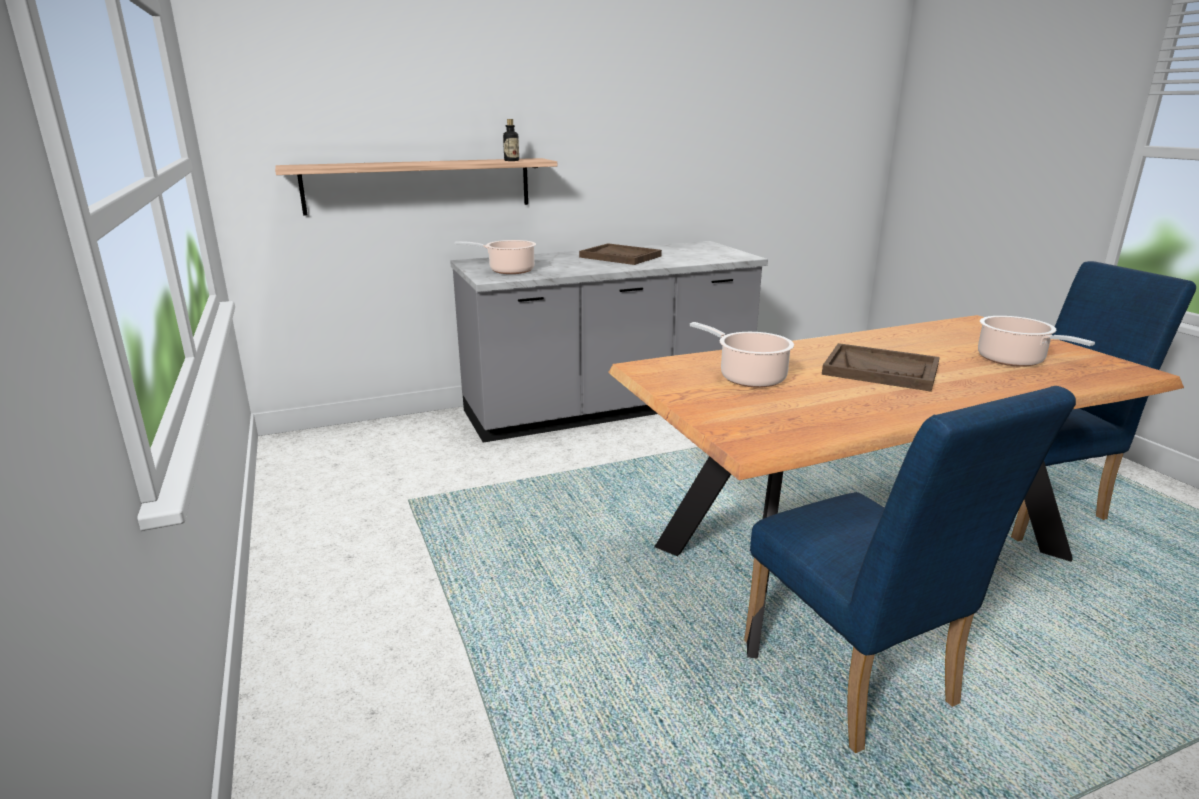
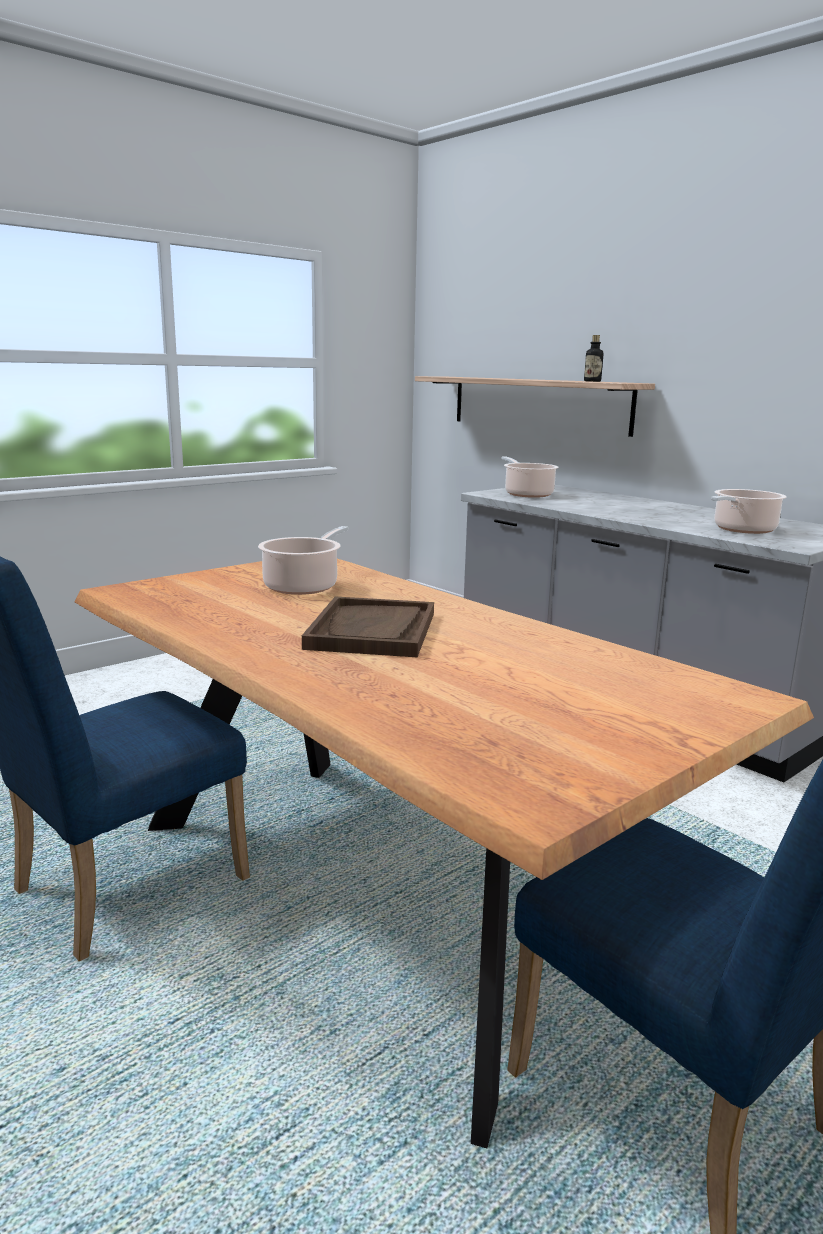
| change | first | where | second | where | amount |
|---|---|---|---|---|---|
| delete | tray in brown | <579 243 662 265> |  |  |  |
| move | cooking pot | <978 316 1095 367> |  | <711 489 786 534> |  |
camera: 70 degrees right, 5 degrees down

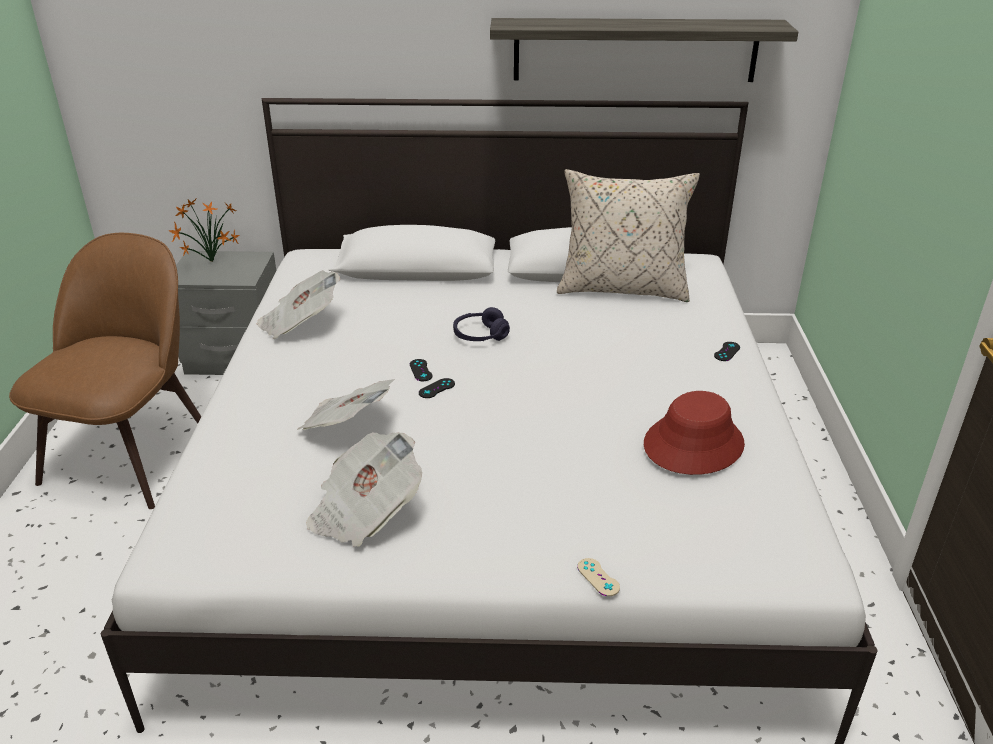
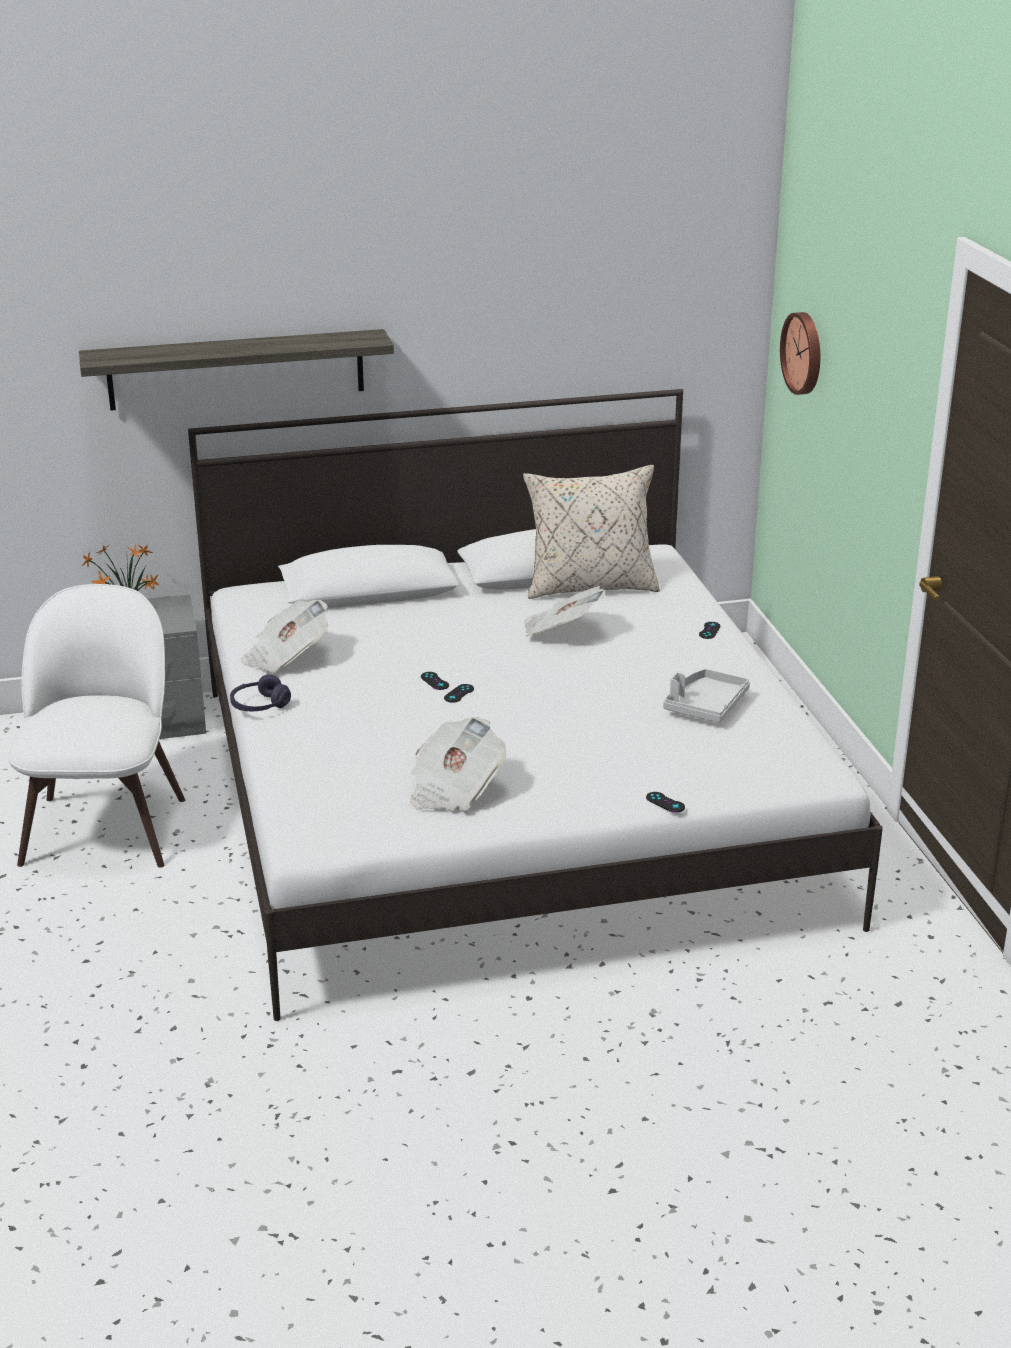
| change | first | where | second | where | amount |
|---|---|---|---|---|---|
| recolor | chair in brown | <9 233 201 509> | chair in white | <7 584 185 868> |  |
| move | newspaper | <297 379 395 430> |  | <524 586 605 637> |  |
| move | headphones in purple | <453 307 510 341> |  | <230 674 291 711> |  |
| move | shelf | <490 18 798 82> |  | <79 329 394 411> |  |
| recolor | game controller in beige | <577 558 620 596> | game controller in black | <646 792 685 813> |  |
| replace | hat in red | <644 391 745 475> | tray in grey | <663 669 750 723> |  |
| insert |  |  | wall clock | <780 312 820 395> |  |
camera: 15 degrees left, 5 degrees down

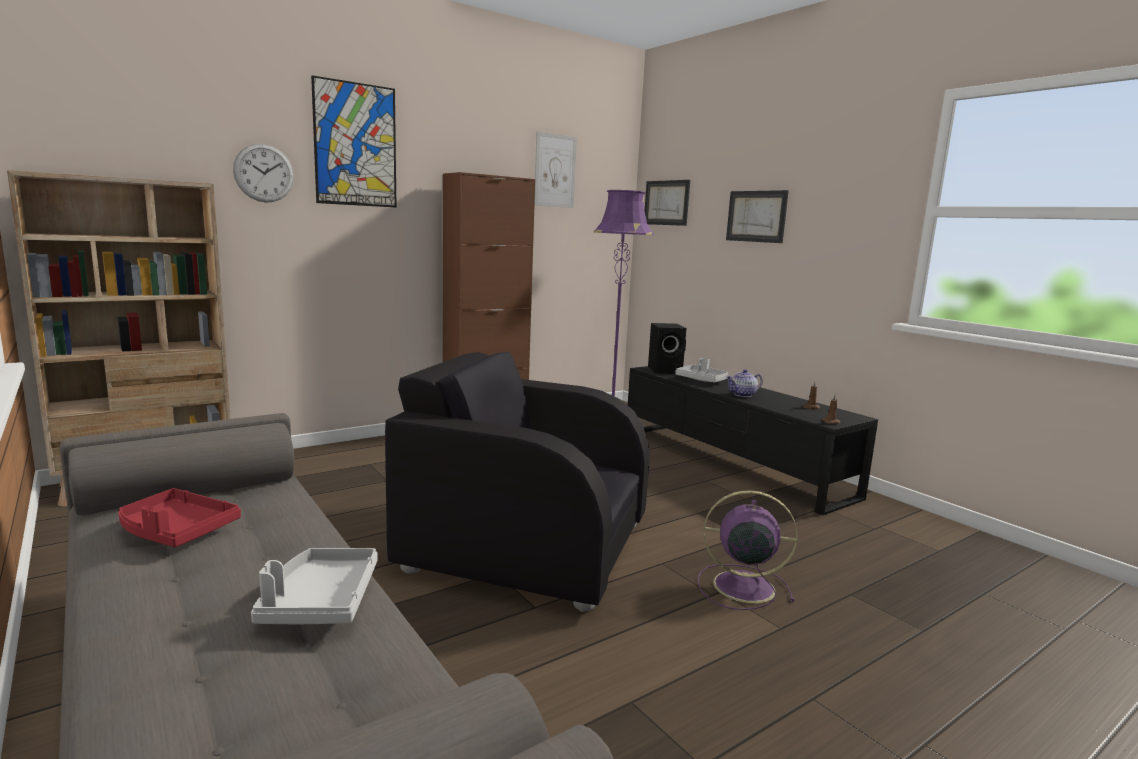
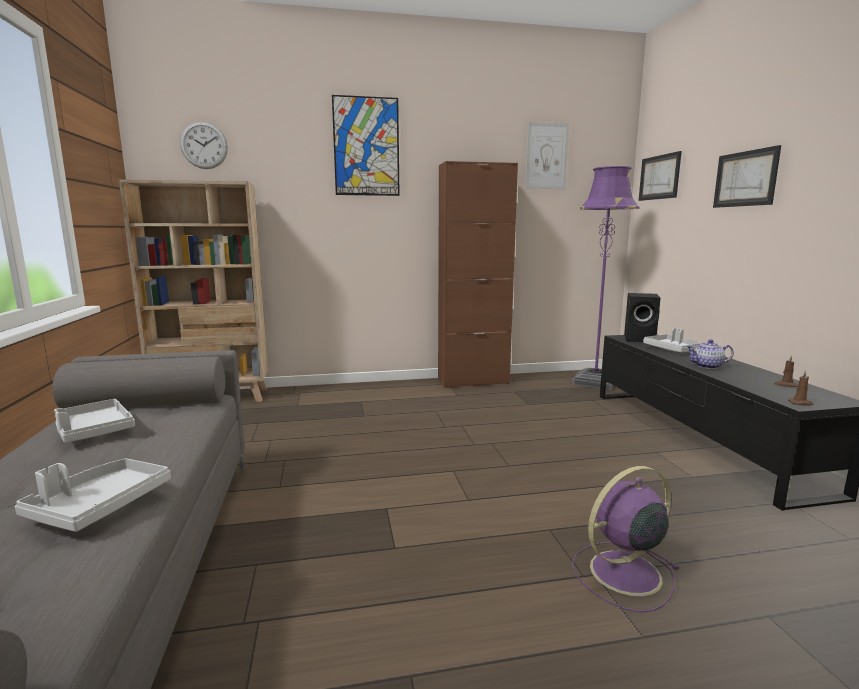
| change | first | where | second | where | amount |
|---|---|---|---|---|---|
| recolor | tray in red | <118 488 241 547> | tray in grey | <54 399 135 443> |  |
| move | wall clock | <233 144 294 203> |  | <180 122 228 169> |  |
| delete | armchair in black | <385 352 650 612> |  |  |  |
| rotate | fan in purple | <698 490 798 610> |  | <572 466 680 612> | 60 degrees counterclockwise |
camera: 25 degrees right, 0 degrees up

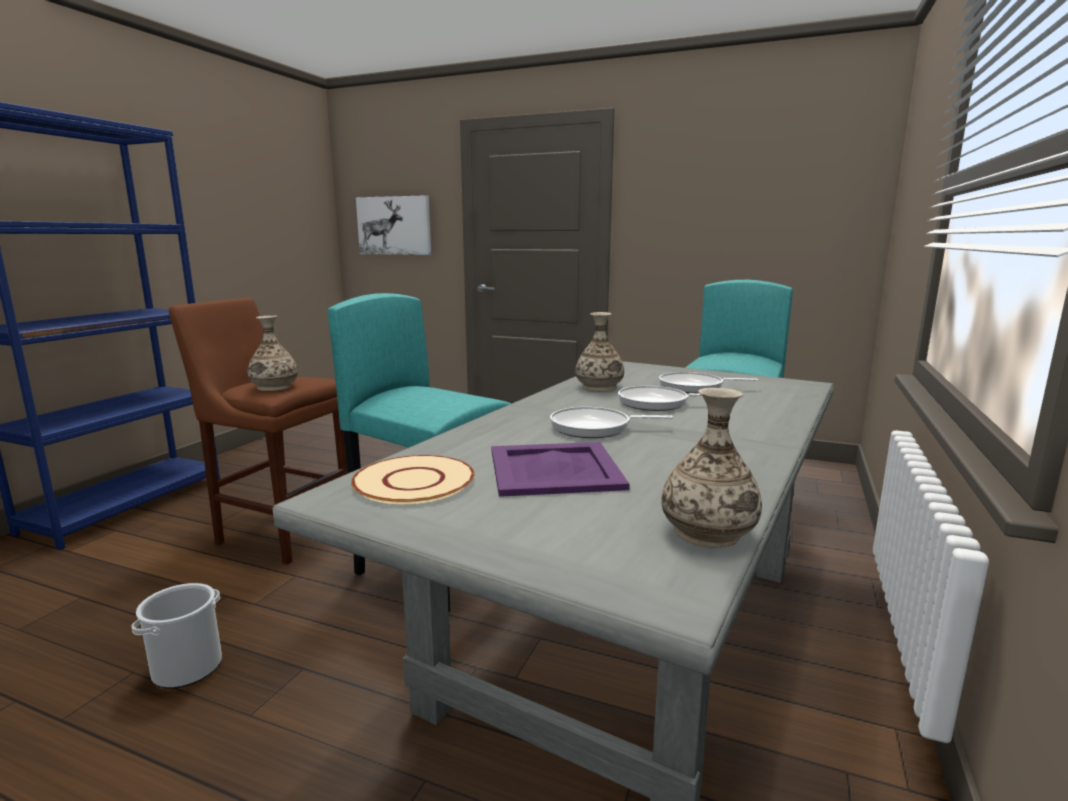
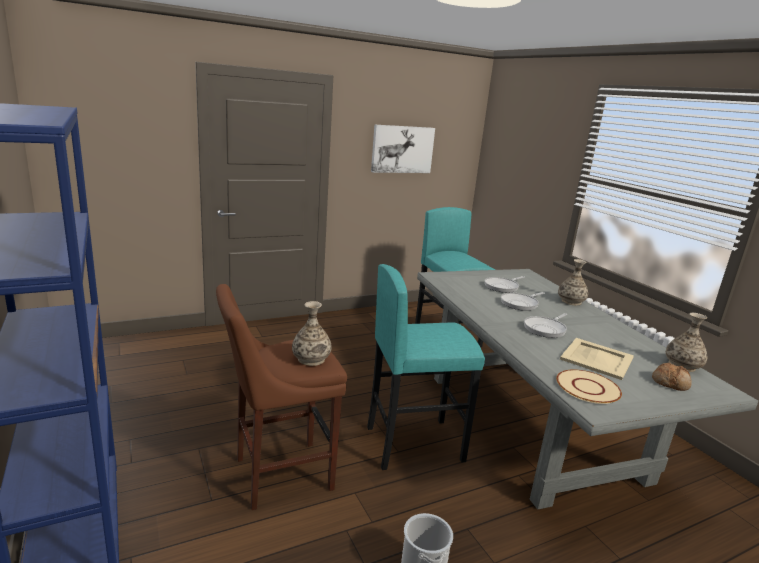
| change | first | where | second | where | amount |
|---|---|---|---|---|---|
| move | picture | <356 195 431 255> |  | <371 125 435 173> |  |
| recolor | tray in purple | <492 442 630 497> | tray in beige | <560 338 634 380> |  |
| move | vase | <575 312 624 391> |  | <558 259 588 305> |  |
| insert |  |  | bread | <652 363 692 391> |  |
camera: 50 degrees left, 5 degrees up

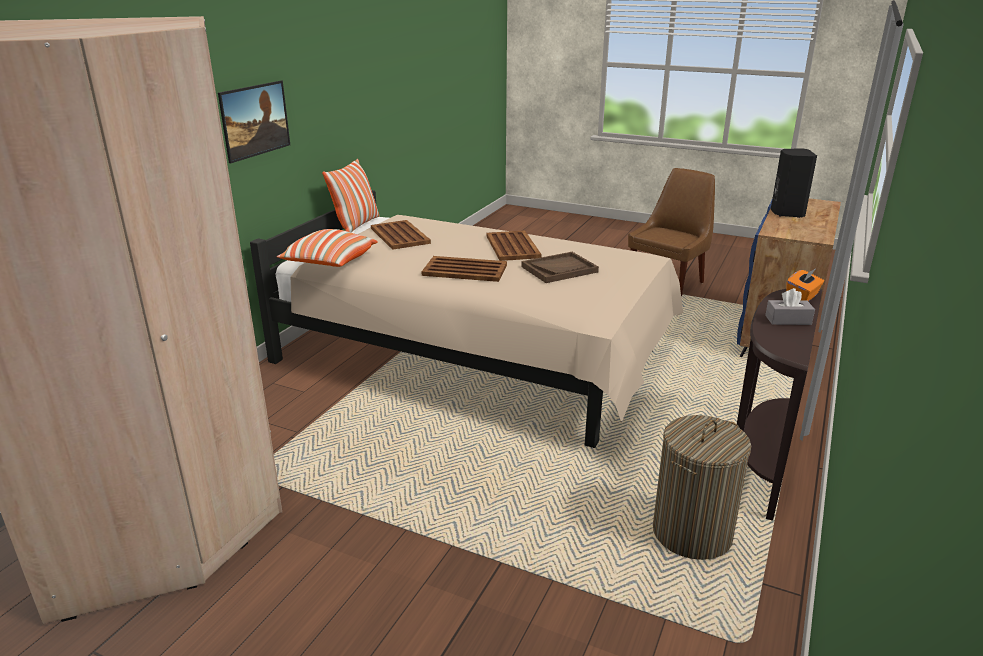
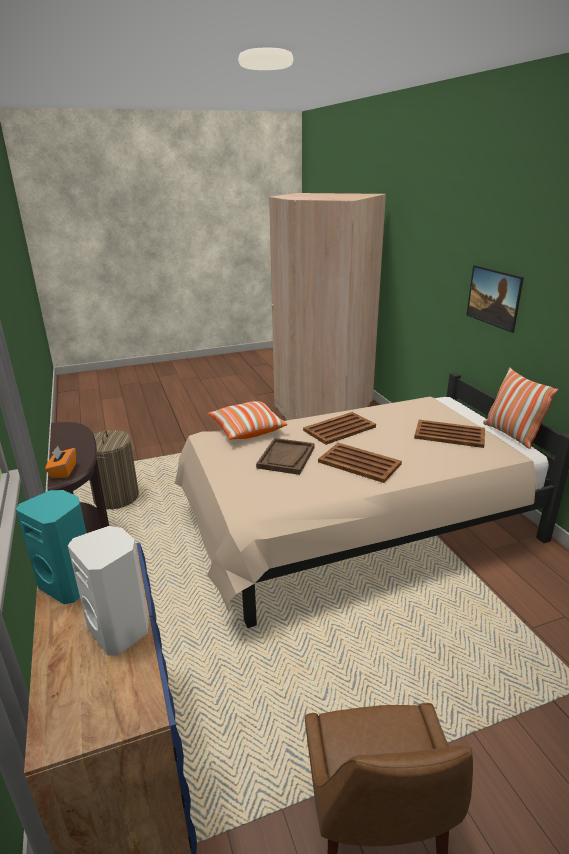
| change | first | where | second | where | amount |
|---|---|---|---|---|---|
| move | pillow | <277 229 378 267> |  | <208 401 288 440> |  |
| delete | tissue box in grey | <765 288 815 325> |  |  |  |
| recolor | speaker in black | <771 148 817 218> | speaker in white | <68 526 149 656> |  |
| insert |  |  | speaker in turquoise | <16 490 86 604> |  |
camera: 135 degrees right, 0 degrees up

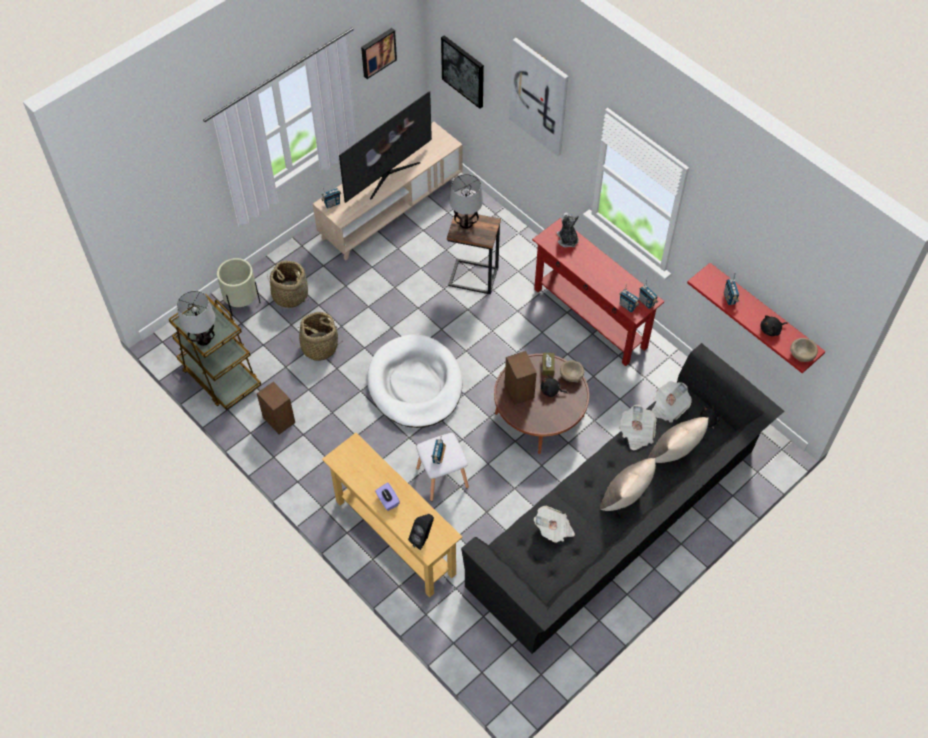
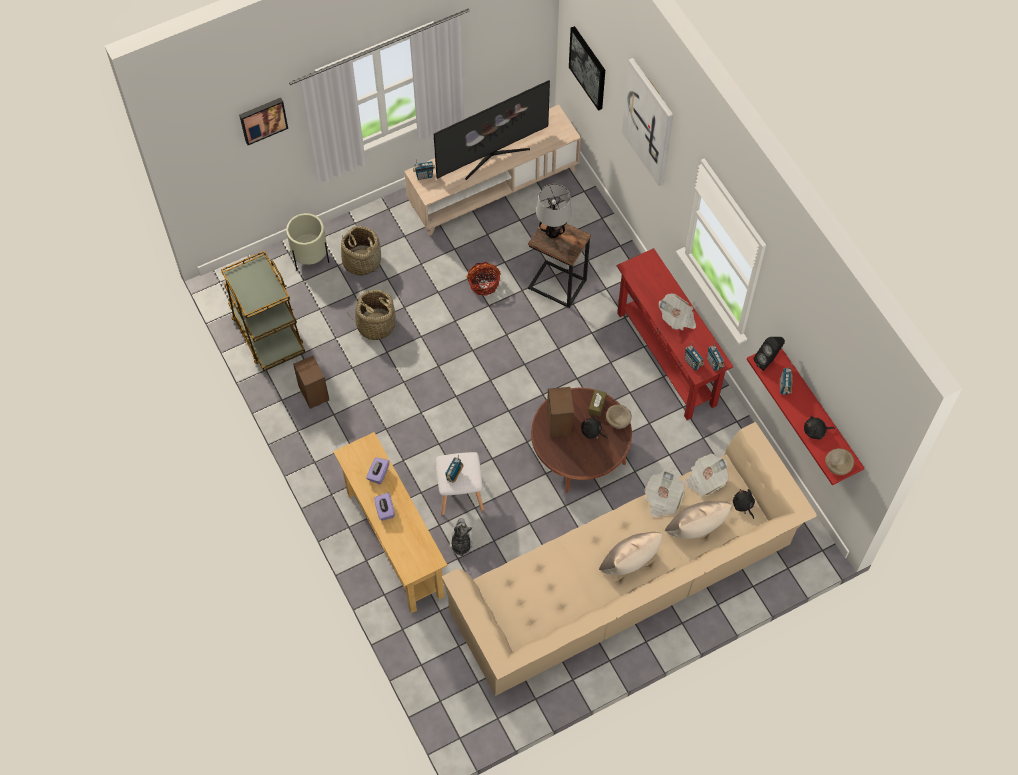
| change | first | where | second | where | amount |
|---|---|---|---|---|---|
| delete | table lamp | <177 291 215 346> |  |  |  |
| move | picture | <361 28 397 79> |  | <239 98 288 145> |  |
| delete | dog bed in white | <367 334 462 428> |  |  |  |
| move | speaker in black | <408 514 434 550> |  | <753 337 785 371> |  |
| recolor | sofa in black | <461 343 784 654> | sofa in beige | <441 422 817 696> |  |
| move | newspaper | <534 506 575 543> |  | <659 293 696 331> |  |
| move | plush toy | <556 212 579 248> |  | <449 518 473 558> |  |
| insert |  |  | tissue box in purple | <366 457 390 484> |  |
| insert |  |  | basket | <467 262 501 296> |  |
camera: 15 degrees right, 5 degrees up

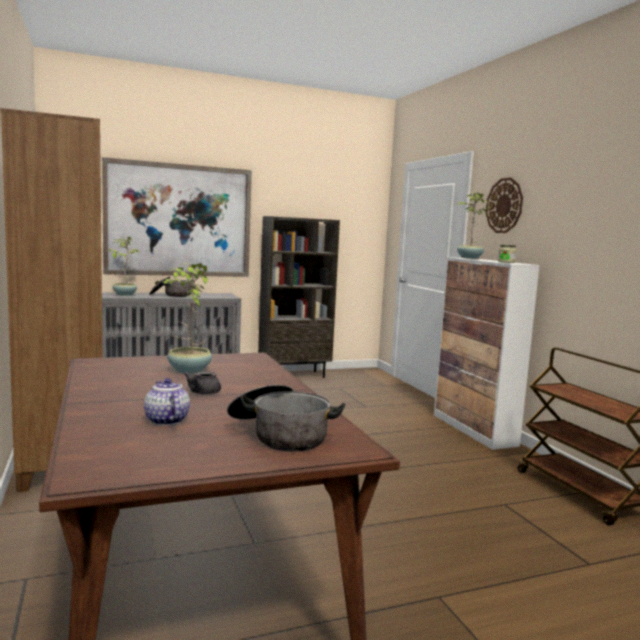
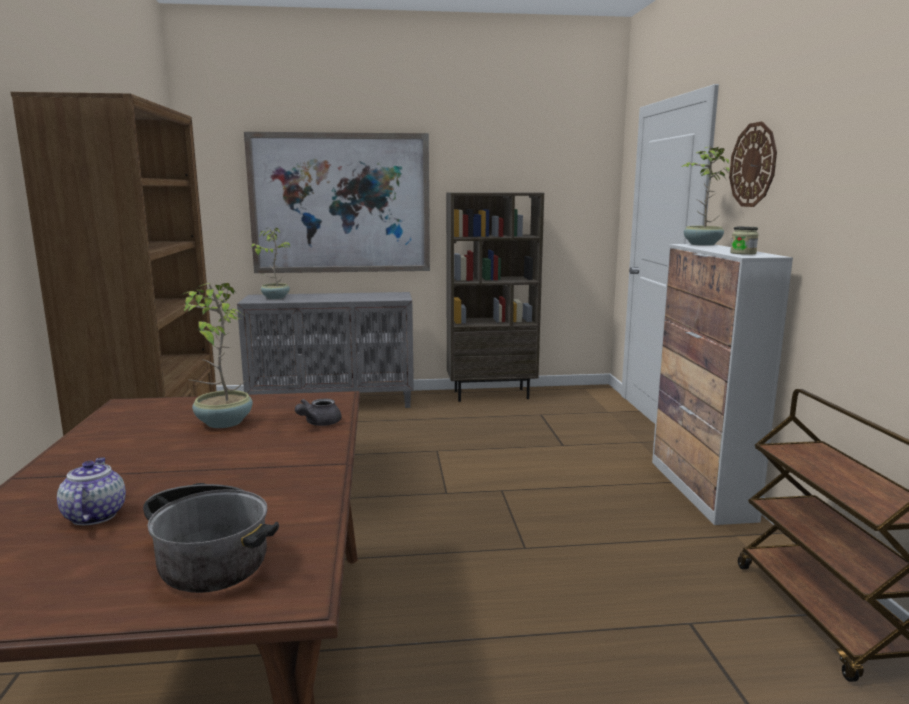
| change | first | where | second | where | amount |
|---|---|---|---|---|---|
| delete | cooking pot | <149 276 192 297> |  |  |  |
| move | teapot in grey | <184 371 221 394> |  | <295 398 341 426> |  |
camera: 15 degrees right, 5 degrees up

